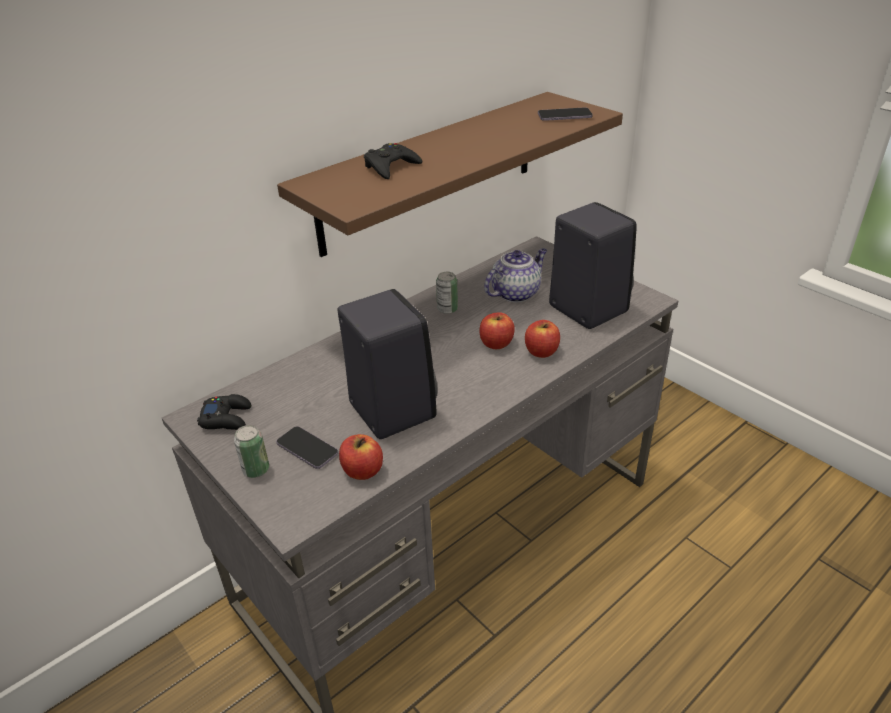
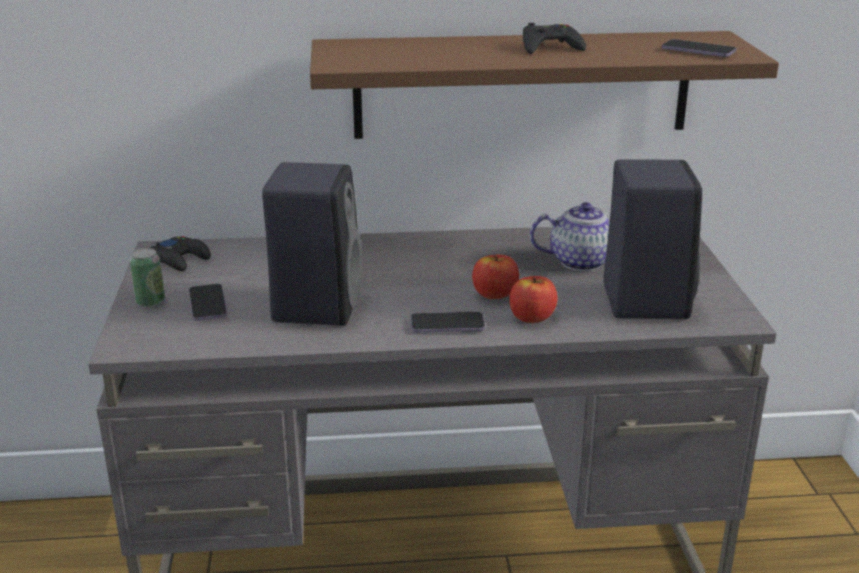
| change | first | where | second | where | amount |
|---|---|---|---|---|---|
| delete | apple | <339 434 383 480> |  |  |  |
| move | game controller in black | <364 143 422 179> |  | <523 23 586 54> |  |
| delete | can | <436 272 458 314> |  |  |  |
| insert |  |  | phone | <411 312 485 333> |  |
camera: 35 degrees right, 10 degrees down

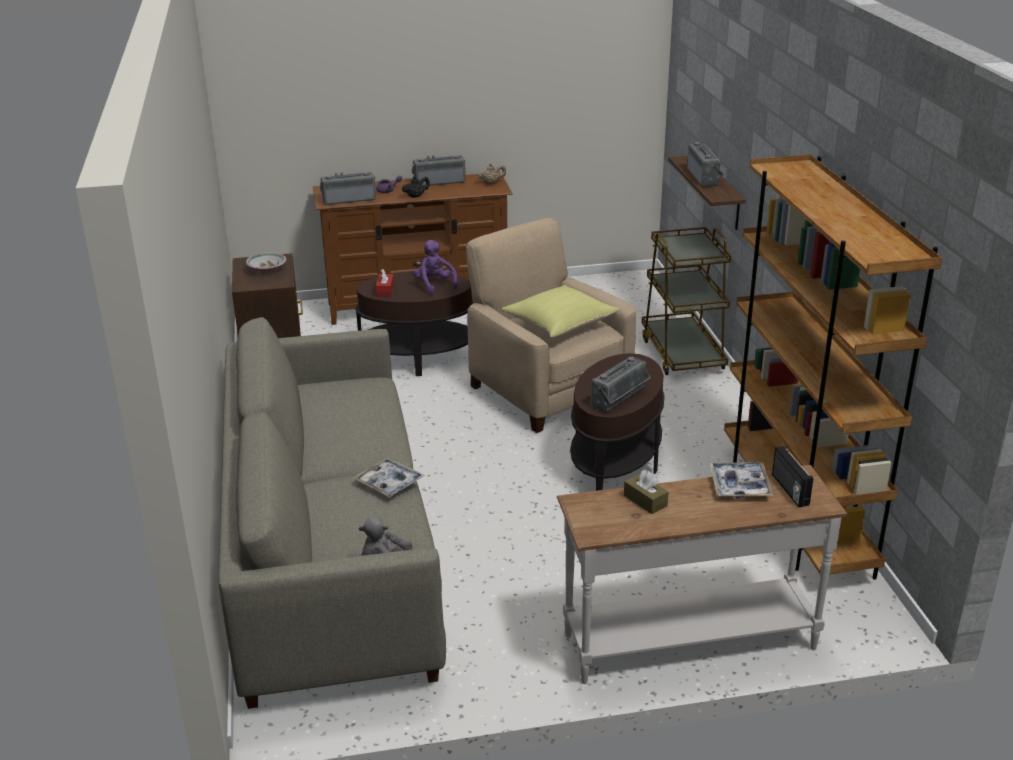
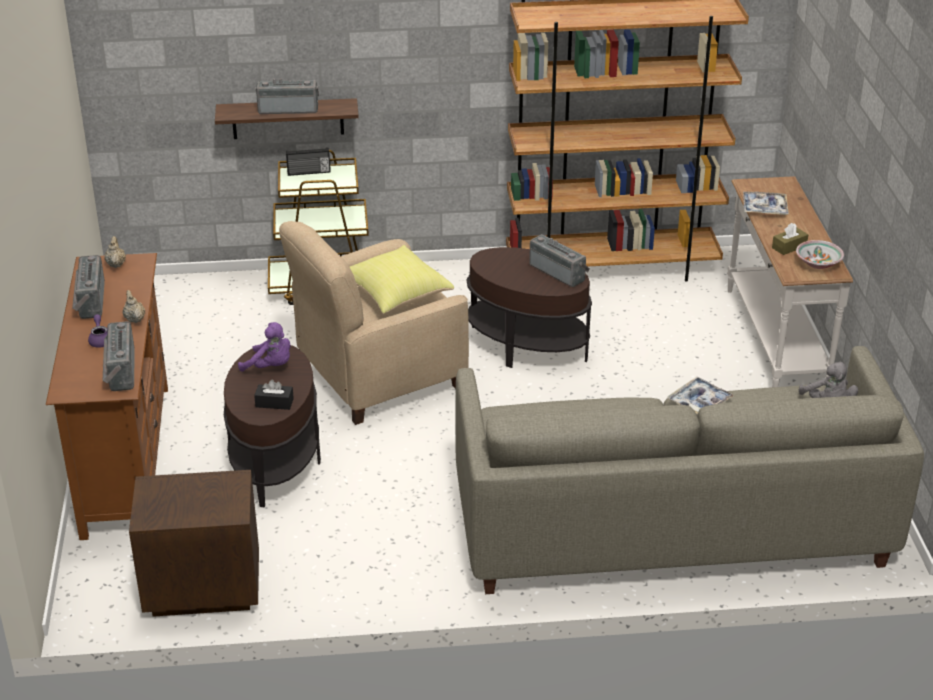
| change | first | where | second | where | amount |
|---|---|---|---|---|---|
| move | bowl | <246 252 286 274> |  | <796 240 844 269> |  |
| recolor | tissue box in red | <376 269 394 297> | tissue box in black | <254 380 294 410> |  |
| recolor | teapot in black | <402 176 430 198> | teapot in beige | <123 290 145 323> |  |
| rotate | plush toy in purple | <413 240 458 294> |  | <238 322 291 372> | 135 degrees counterclockwise |
| move | radio | <772 446 813 507> |  | <286 147 331 176> |  |
camera: 85 degrees left, 5 degrees up

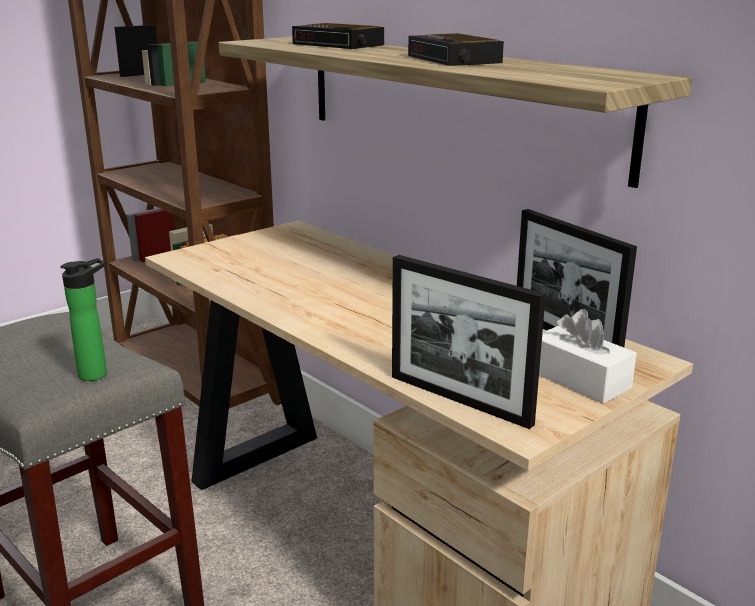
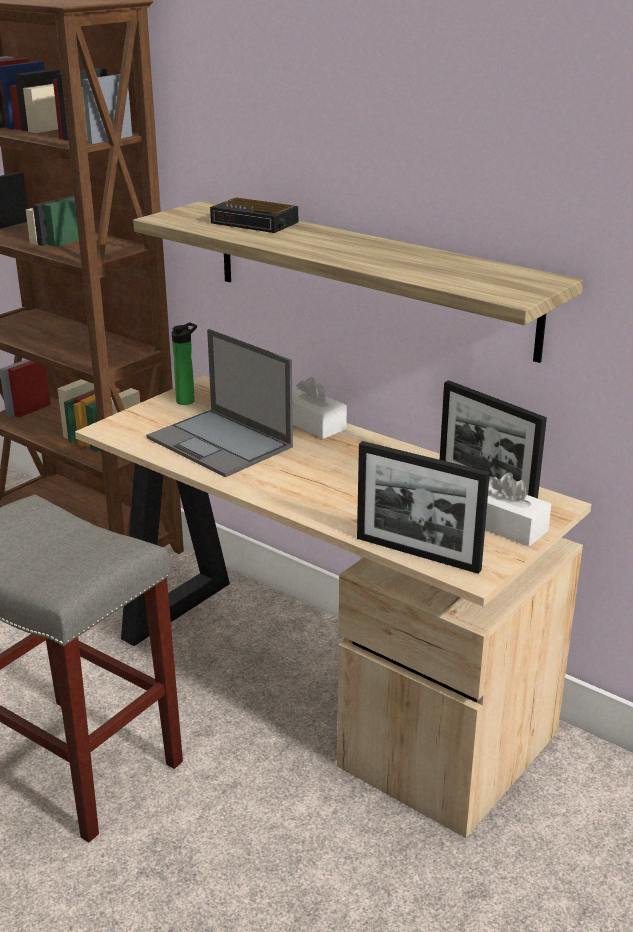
| change | first | where | second | where | amount |
|---|---|---|---|---|---|
| move | bottle | <60 258 107 381> |  | <172 323 197 405> |  |
| delete | alarm clock | <408 33 504 66> |  |  |  |
| insert |  |  | laptop | <146 329 293 477> |  |
| insert |  |  | tissue box in white | <292 377 347 439> |  |
camera: 10 degrees left, 5 degrees up

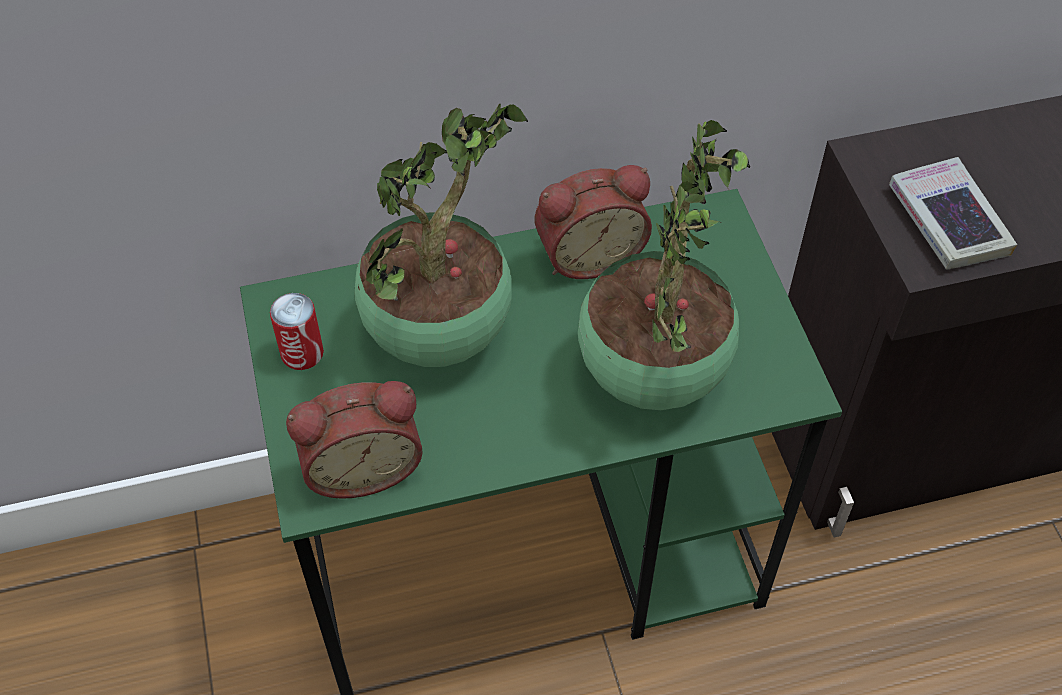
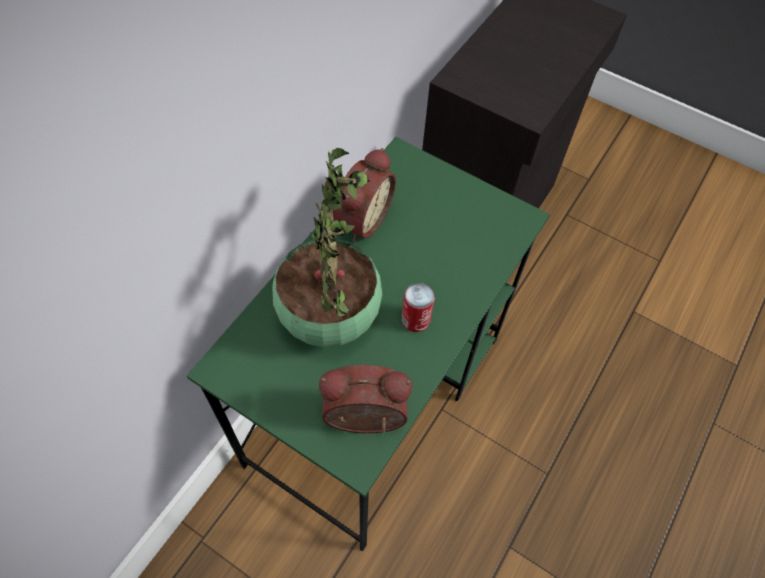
| change | first | where | second | where | amount |
|---|---|---|---|---|---|
| move | can | <270 293 324 370> |  | <402 283 435 332> |  |
| rotate | alarm clock | <286 381 423 499> |  | <319 365 412 433> | 120 degrees counterclockwise |
| delete | potted plant | <578 120 750 410> |  |  |  |
| delete | book | <889 157 1017 270> |  |  |  |
camera: 45 degrees left, 5 degrees up

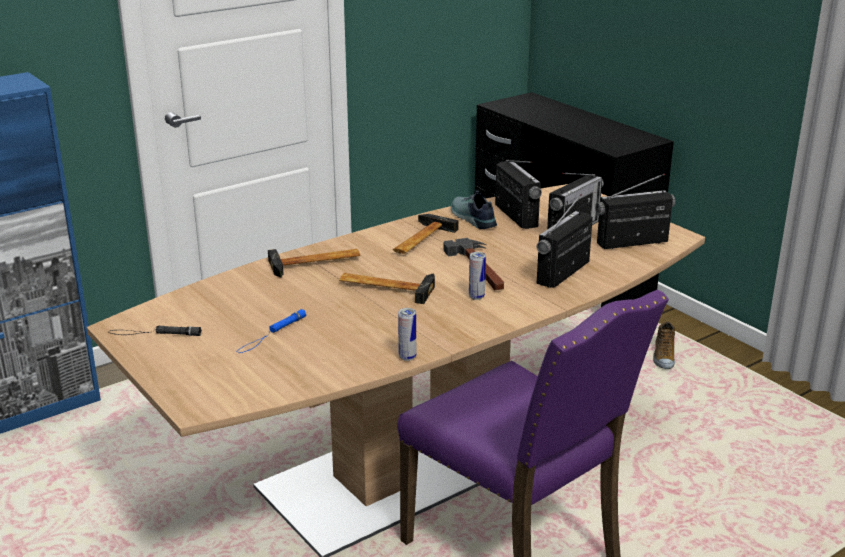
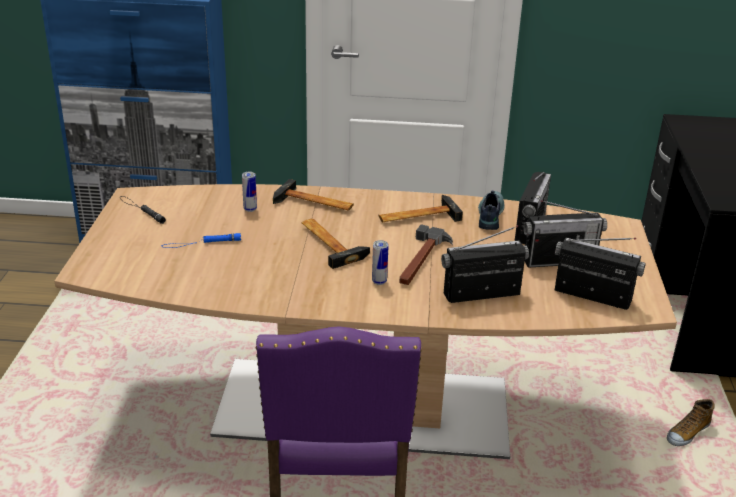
| change | first | where | second | where | amount |
|---|---|---|---|---|---|
| move | can | <398 308 416 361> |  | <242 172 257 212> |  |
camera: 40 degrees right, 5 degrees up

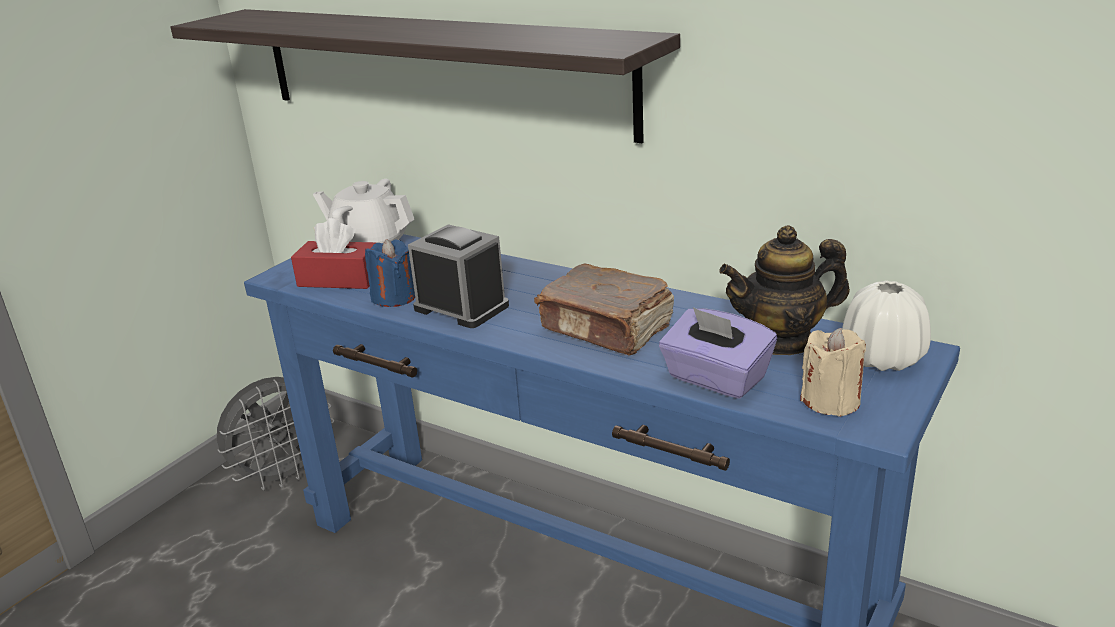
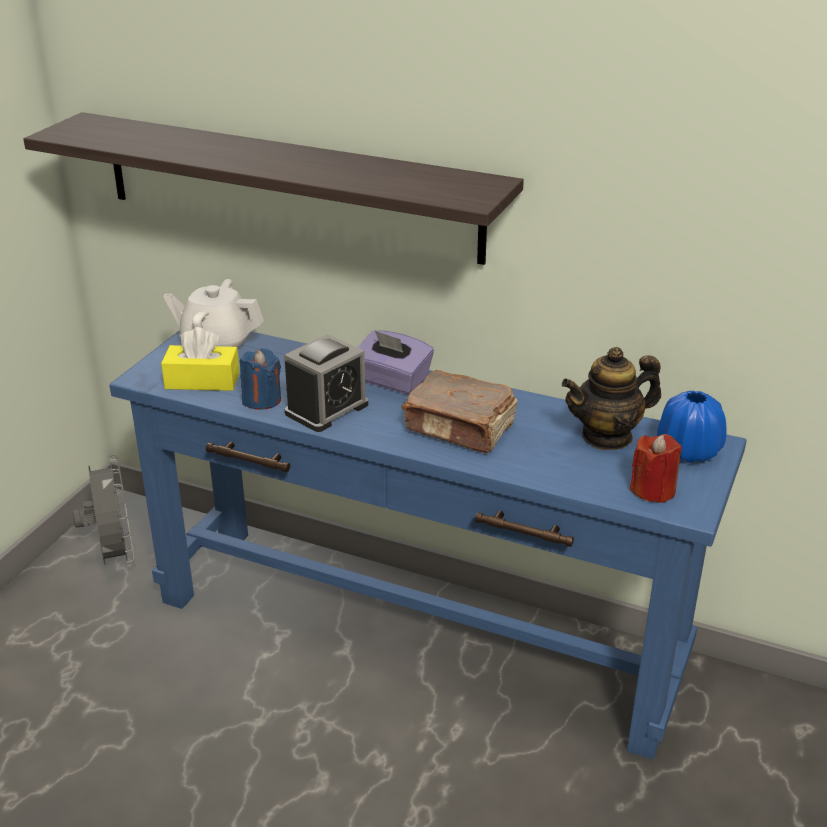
| change | first | where | second | where | amount |
|---|---|---|---|---|---|
| rotate | fan in grey | <217 377 334 490> |  | <72 454 135 567> | 60 degrees counterclockwise |
| recolor | tissue box in red | <291 218 376 289> | tissue box in yellow | <161 327 240 391> |  |
| rotate | alarm clock | <408 224 509 328> |  | <284 334 368 432> | 105 degrees clockwise |
| move | tissue box in purple | <659 307 777 399> |  | <358 330 434 394> |  |
| recolor | candle in beige | <800 328 866 417> | candle in red | <630 434 682 503> |  |
| recolor | vase in white | <842 281 931 371> | vase in blue | <657 391 727 463> |  |
camera: 10 degrees left, 5 degrees up

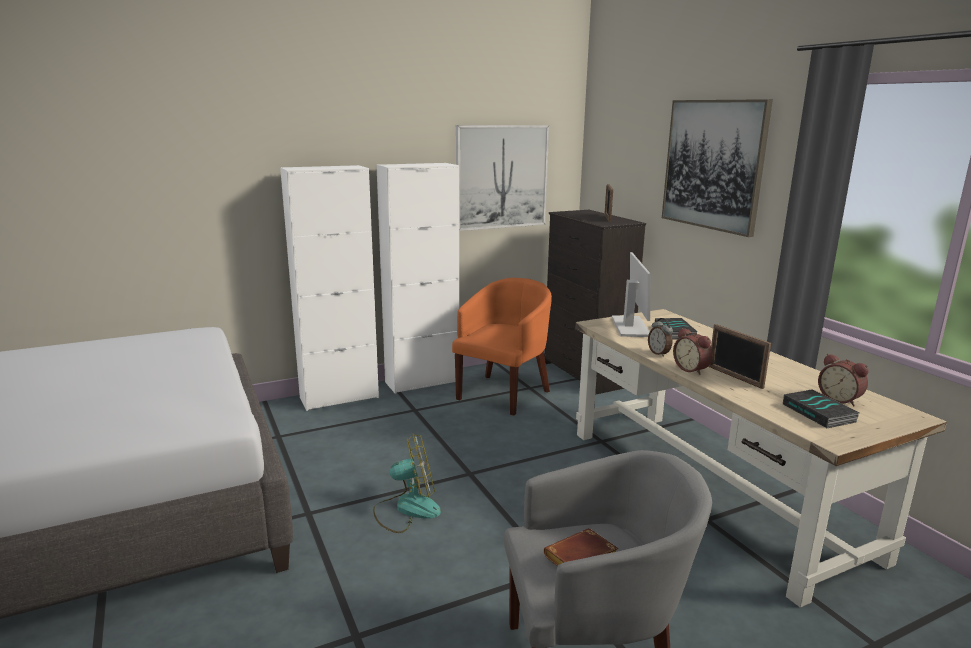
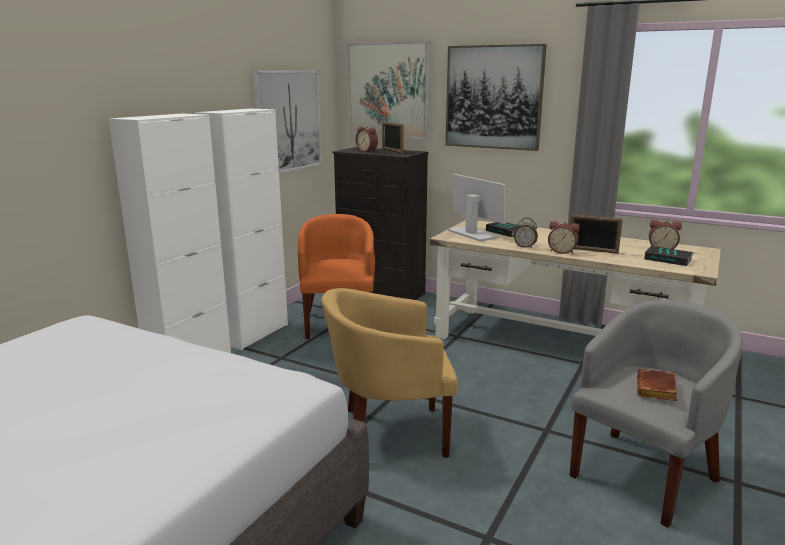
| change | first | where | second | where | amount |
|---|---|---|---|---|---|
| replace | fan | <373 434 441 533> | armchair in yellow | <321 288 458 458> |  |
| insert |  |  | picture | <347 41 430 139> |  |
| insert |  |  | alarm clock | <356 126 378 152> |  |
camera: 35 degrees left, 0 degrees up

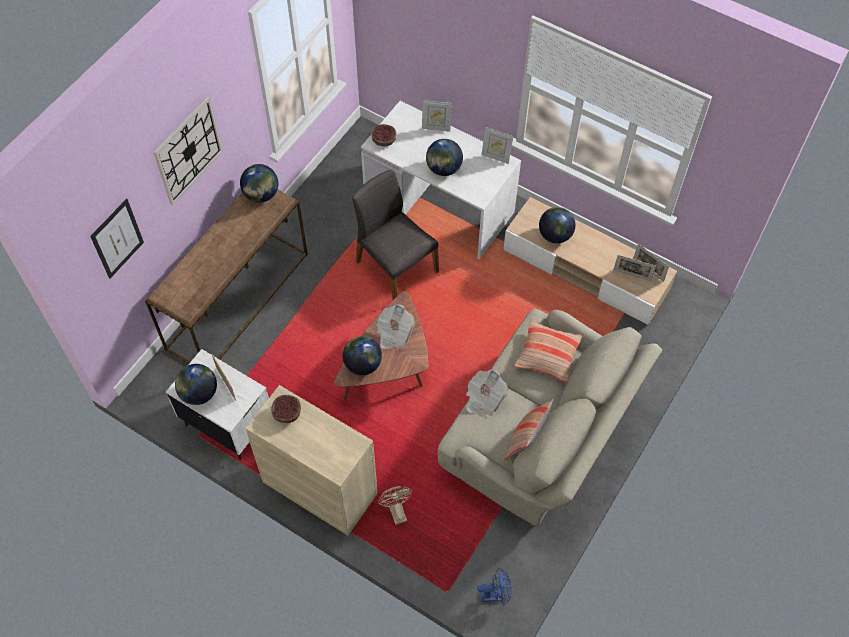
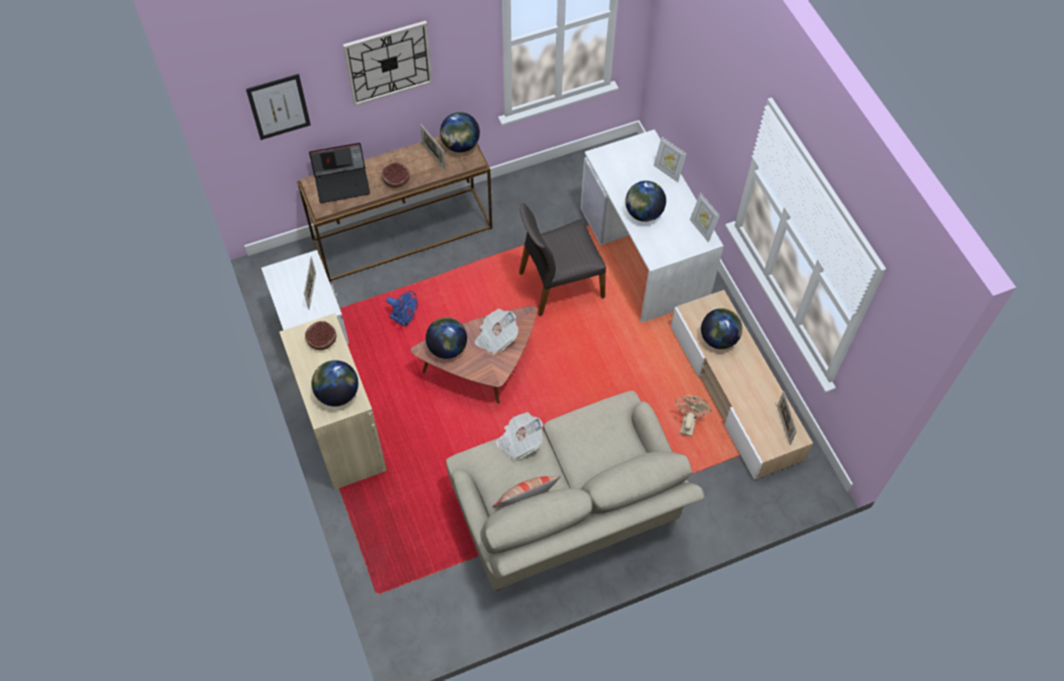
| change | first | where | second | where | amount |
|---|---|---|---|---|---|
| move | globe | <175 364 217 405> |  | <312 360 358 407> |  |
| rotate | chair in grey | <352 170 439 300> |  | <519 203 606 316> | 105 degrees counterclockwise |
| move | bowl | <372 124 396 146> |  | <382 163 410 188> |  |
| move | fan in beige | <378 486 412 525> |  | <675 395 711 437> |  |
| move | fan in blue | <477 567 512 606> |  | <386 291 418 327> |  |
| delete | pillow | <514 320 582 383> |  |  |  |
| move | picture frame | <614 255 656 281> |  | <420 124 446 171> |  |
| insert |  |  | laptop | <309 143 370 203> |  |
camera: 35 degrees right, 0 degrees up

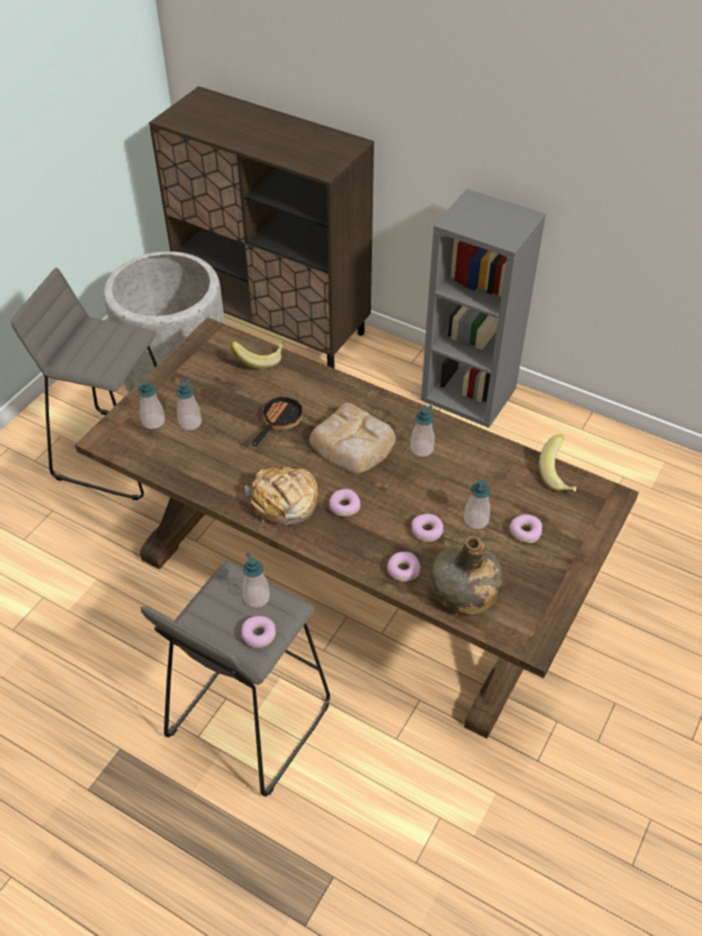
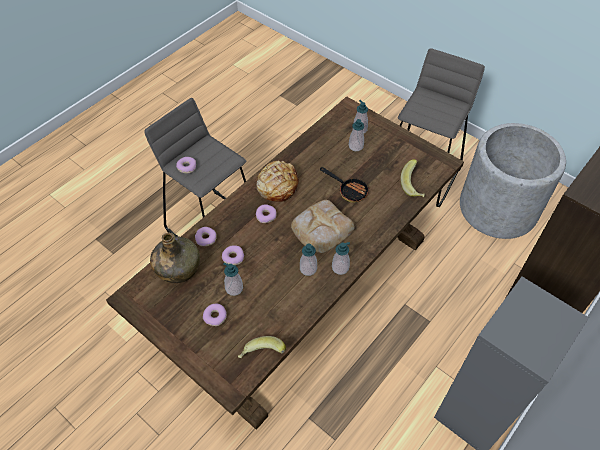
| change | first | where | second | where | amount |
|---|---|---|---|---|---|
| move | soap dispenser | <242 553 270 608> |  | <332 242 350 275> |  |
camera: 100 degrees right, 5 degrees up

